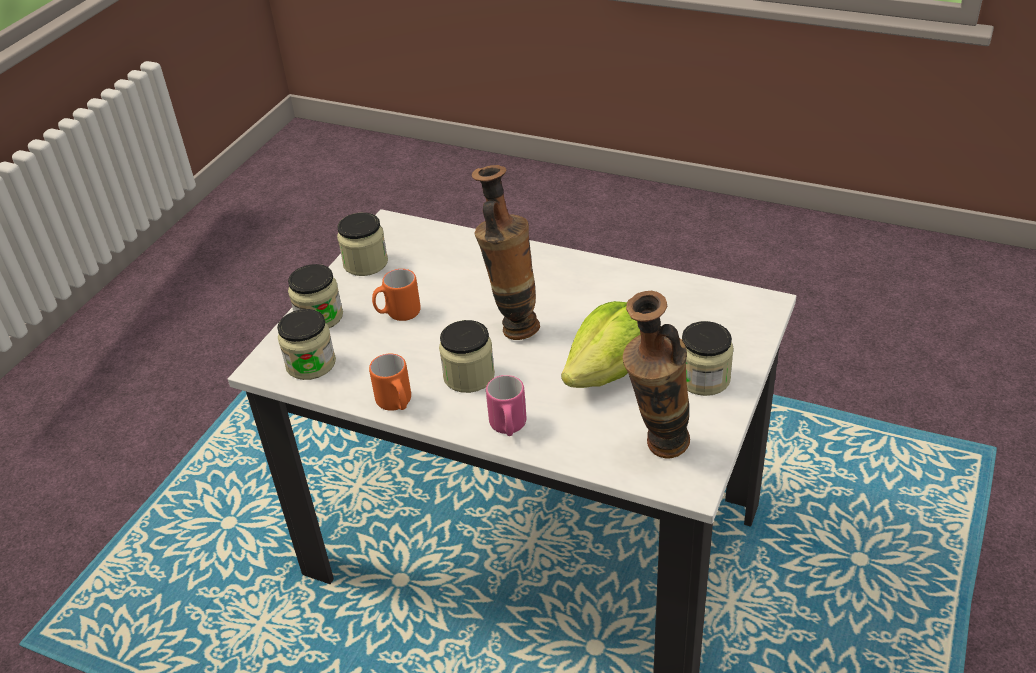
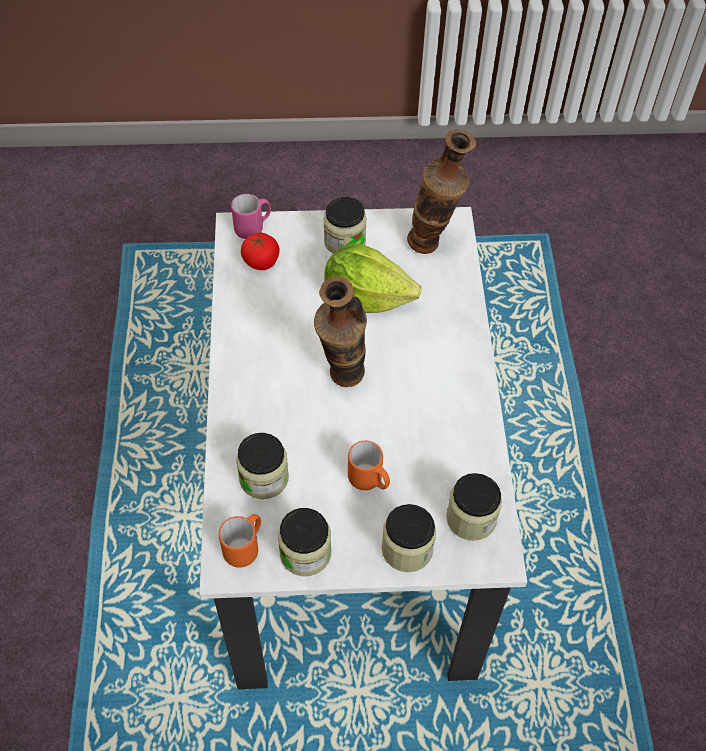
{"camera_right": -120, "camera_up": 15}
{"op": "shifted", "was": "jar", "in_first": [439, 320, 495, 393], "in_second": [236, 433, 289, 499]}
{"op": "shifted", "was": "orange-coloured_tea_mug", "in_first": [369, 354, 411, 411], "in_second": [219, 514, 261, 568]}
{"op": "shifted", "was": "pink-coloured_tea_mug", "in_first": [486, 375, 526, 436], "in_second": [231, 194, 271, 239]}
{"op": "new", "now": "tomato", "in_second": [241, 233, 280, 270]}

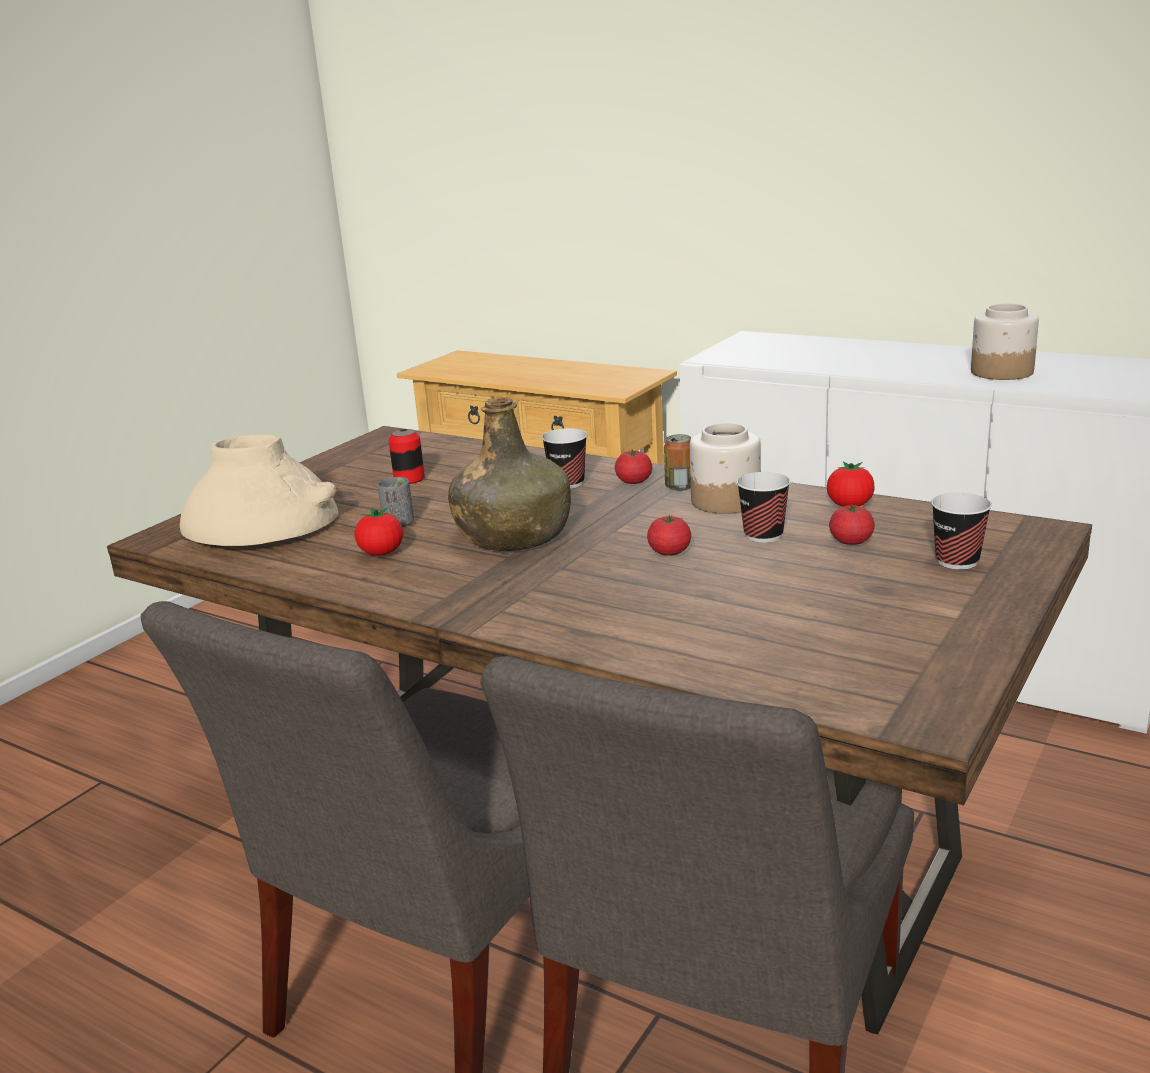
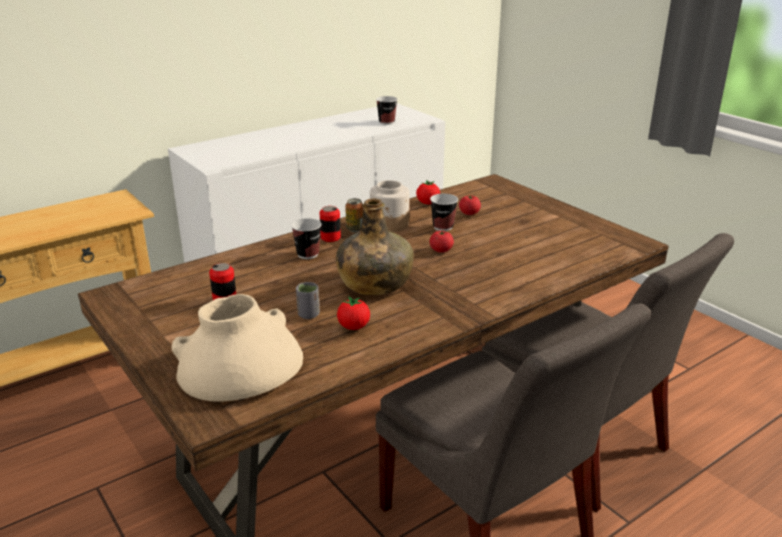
{"camera_right": -70, "camera_up": 5}
{"op": "gone", "was": "jar", "in_first": [971, 304, 1039, 380]}
{"op": "swapped", "was": "tomato", "now": "can", "in_first": [615, 450, 652, 484], "in_second": [319, 206, 341, 242]}
{"op": "shifted", "was": "small_cup", "in_first": [931, 493, 992, 570], "in_second": [376, 96, 398, 125]}

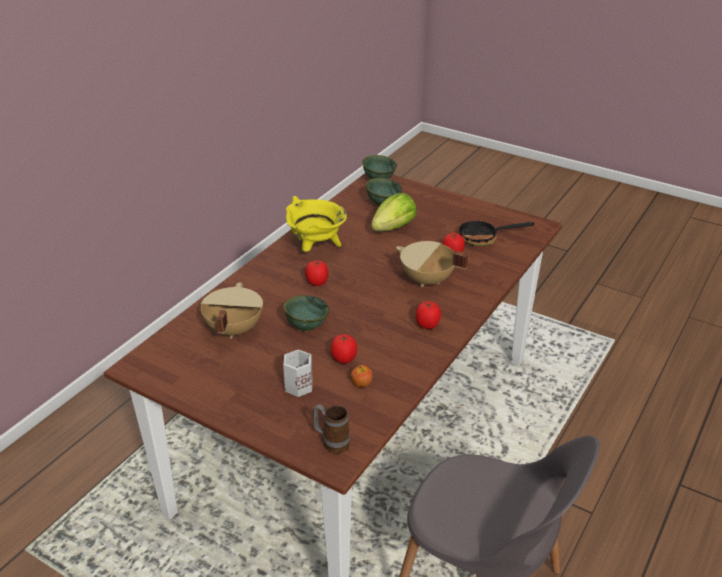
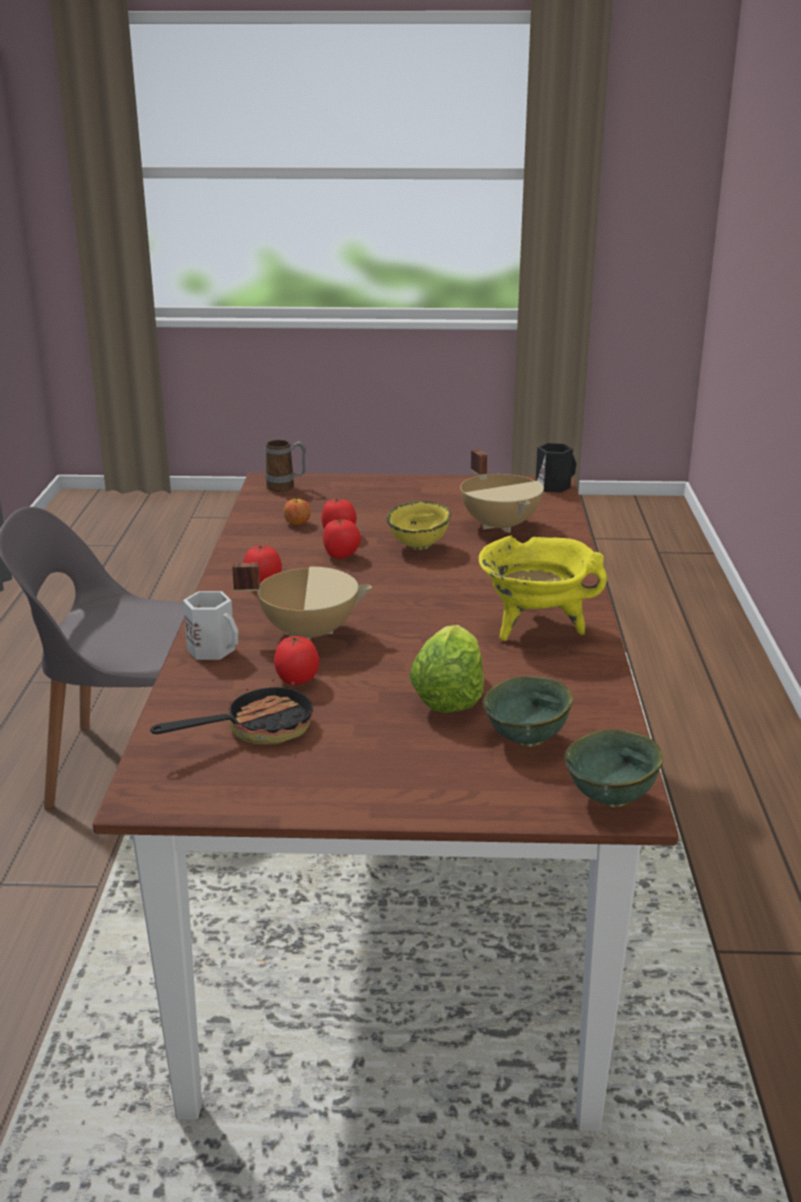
{"camera_right": 150, "camera_up": -10}
{"op": "shifted", "was": "tomato", "in_first": [305, 260, 329, 286], "in_second": [323, 519, 361, 559]}
{"op": "repainted", "was": "green-coloured_serving_bowl", "now": "yellowish_serving_bowl", "in_first": [283, 295, 330, 332], "in_second": [386, 501, 451, 550]}
{"op": "shifted", "was": "white-coloured_tea_mug", "in_first": [283, 349, 313, 397], "in_second": [183, 591, 238, 660]}
{"op": "new", "now": "black_tea_mug", "in_second": [536, 443, 577, 493]}

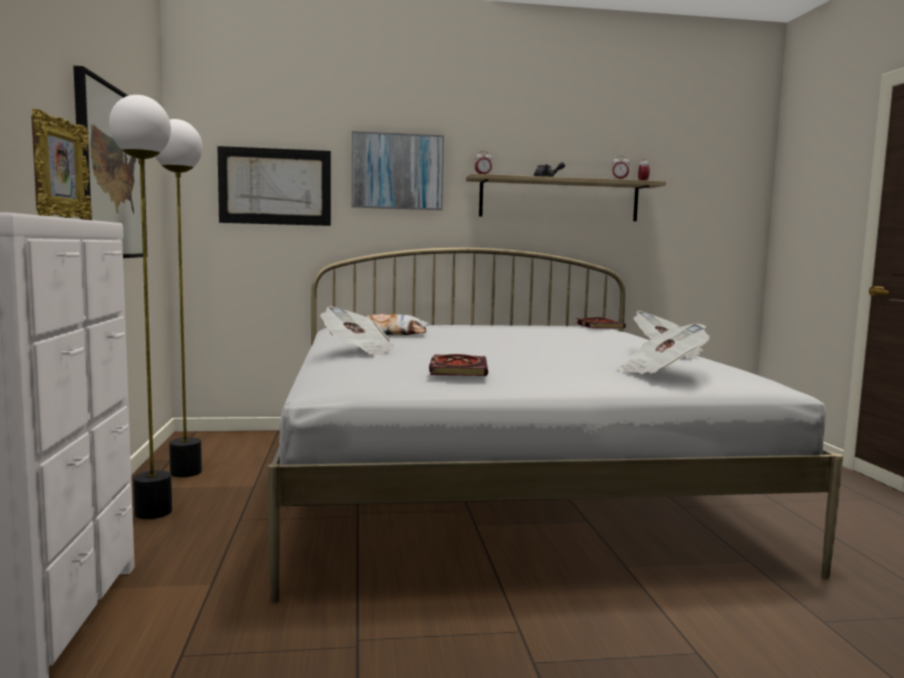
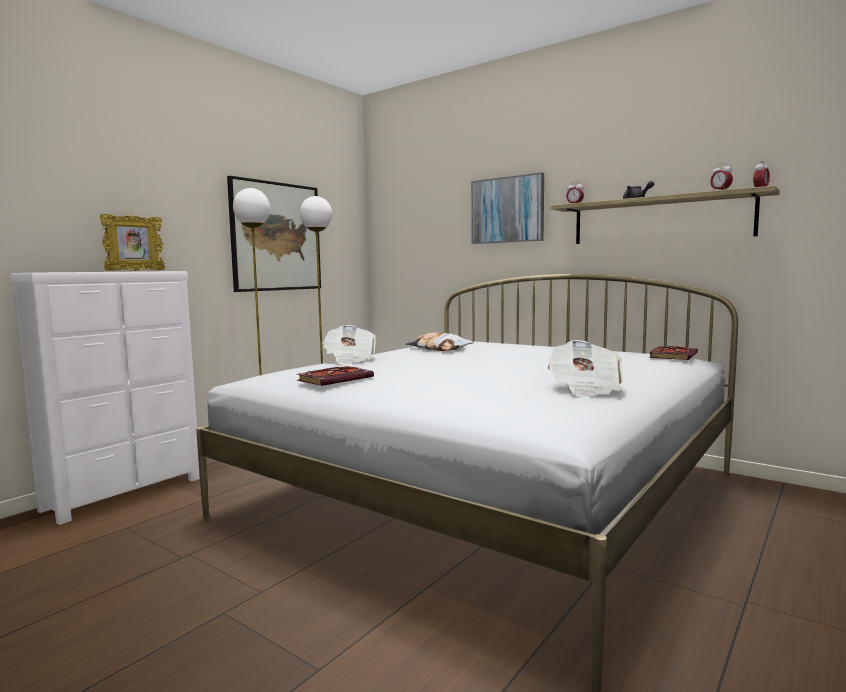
{"camera_right": 45, "camera_up": 0}
{"op": "gone", "was": "wall_picture", "in_first": [217, 146, 331, 226]}
{"op": "gone", "was": "printed_paper", "in_first": [617, 324, 710, 373]}

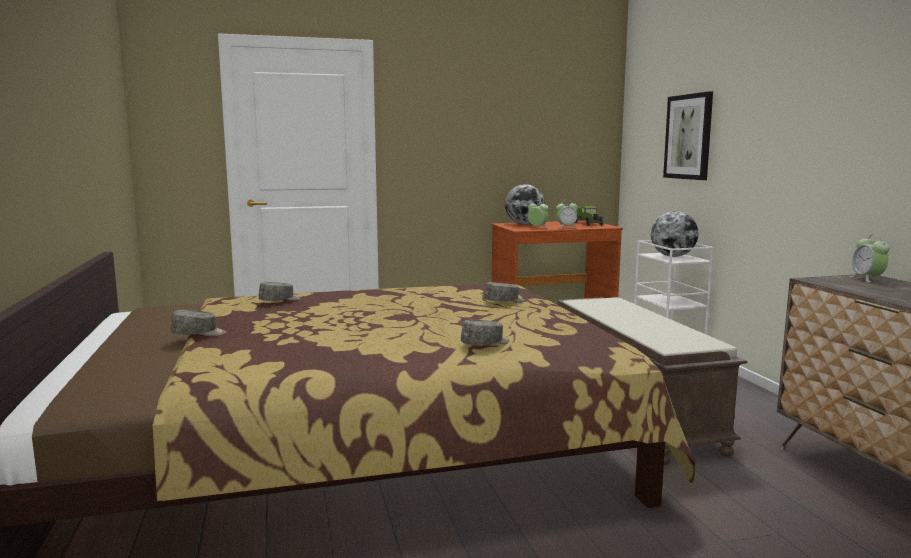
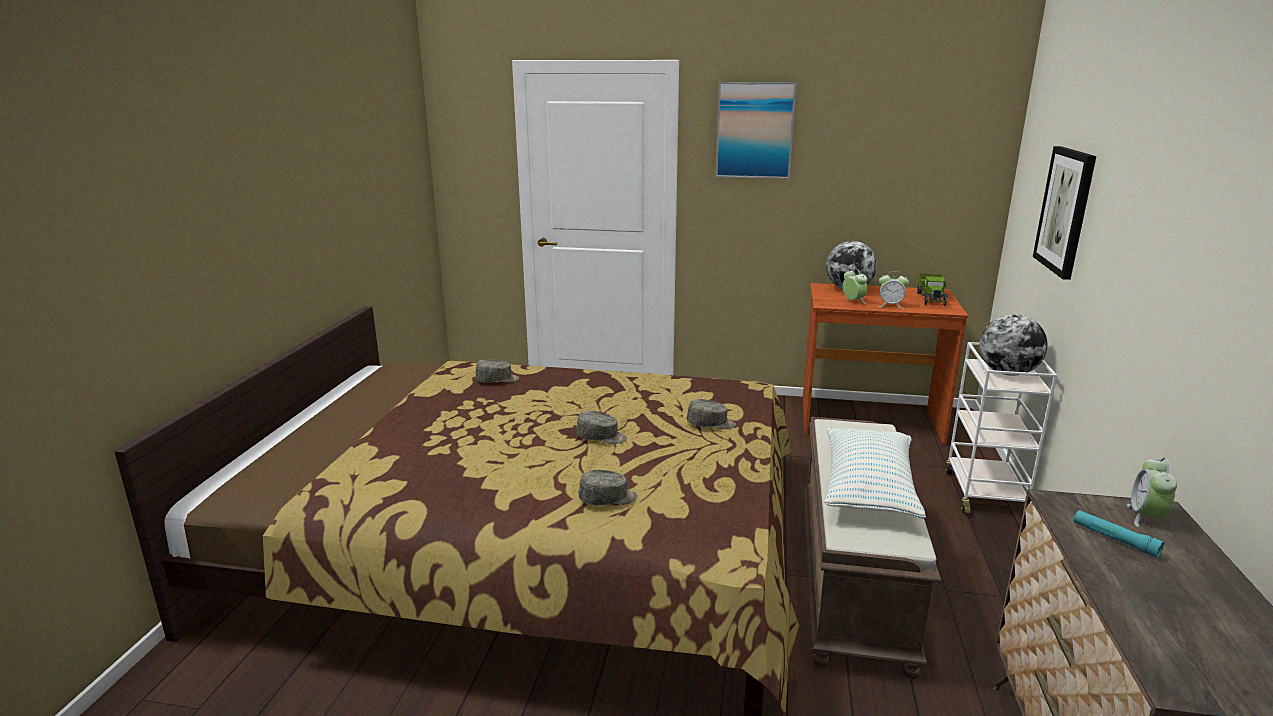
{"camera_right": 25, "camera_up": 10}
{"op": "shifted", "was": "greyish_peaked_cap", "in_first": [171, 310, 227, 336], "in_second": [576, 411, 627, 444]}
{"op": "new", "now": "wall_picture", "in_second": [715, 82, 797, 179]}
{"op": "new", "now": "pillow", "in_second": [824, 427, 926, 519]}
{"op": "new", "now": "blue-green_hand_torch", "in_second": [1074, 510, 1164, 558]}

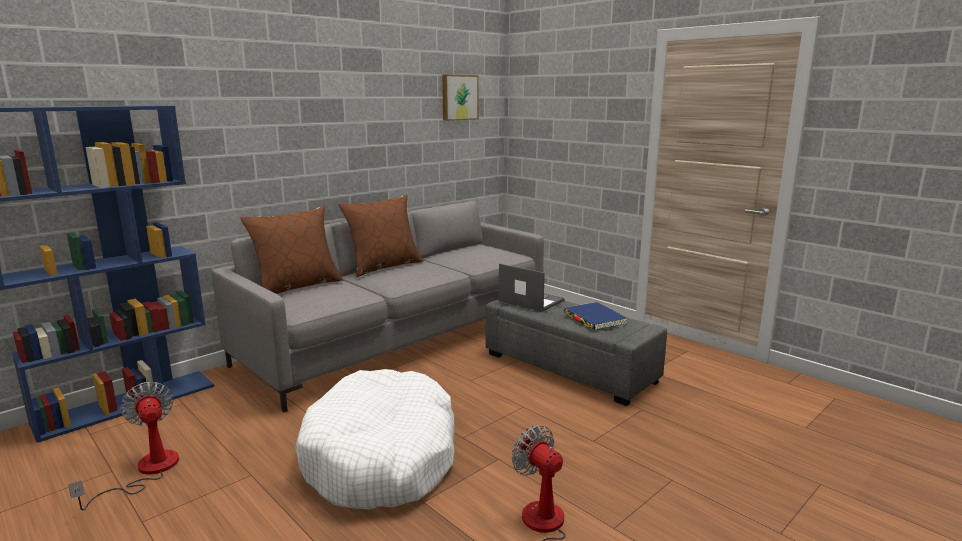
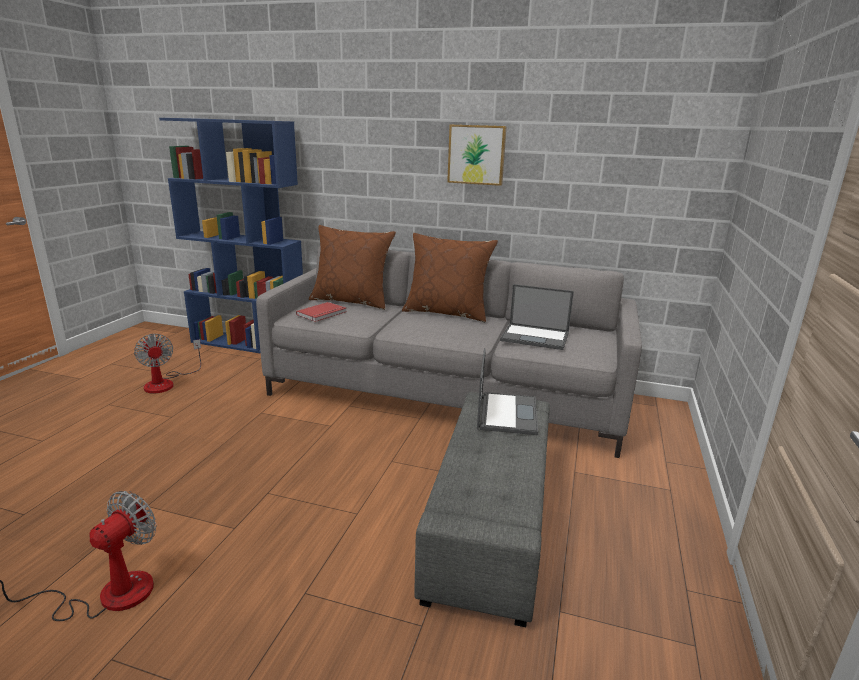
{"camera_right": 60, "camera_up": 5}
{"op": "shifted", "was": "wall_picture", "in_first": [442, 74, 479, 121], "in_second": [447, 125, 507, 186]}
{"op": "gone", "was": "blue_book", "in_first": [564, 302, 628, 330]}
{"op": "gone", "was": "white-coloured_dog_cushion", "in_first": [295, 369, 454, 509]}
{"op": "rotated", "was": "cooling_fan", "in_first": [68, 382, 179, 511], "in_second": [134, 334, 201, 394], "clockwise": 120}
{"op": "new", "now": "portable_computer", "in_second": [500, 284, 574, 350]}
{"op": "new", "now": "red-coloured_book", "in_second": [296, 302, 347, 322]}

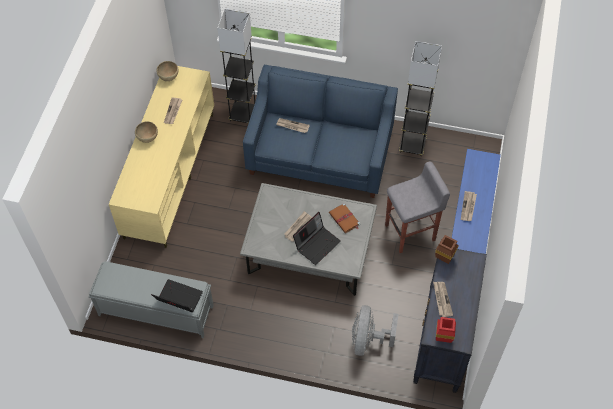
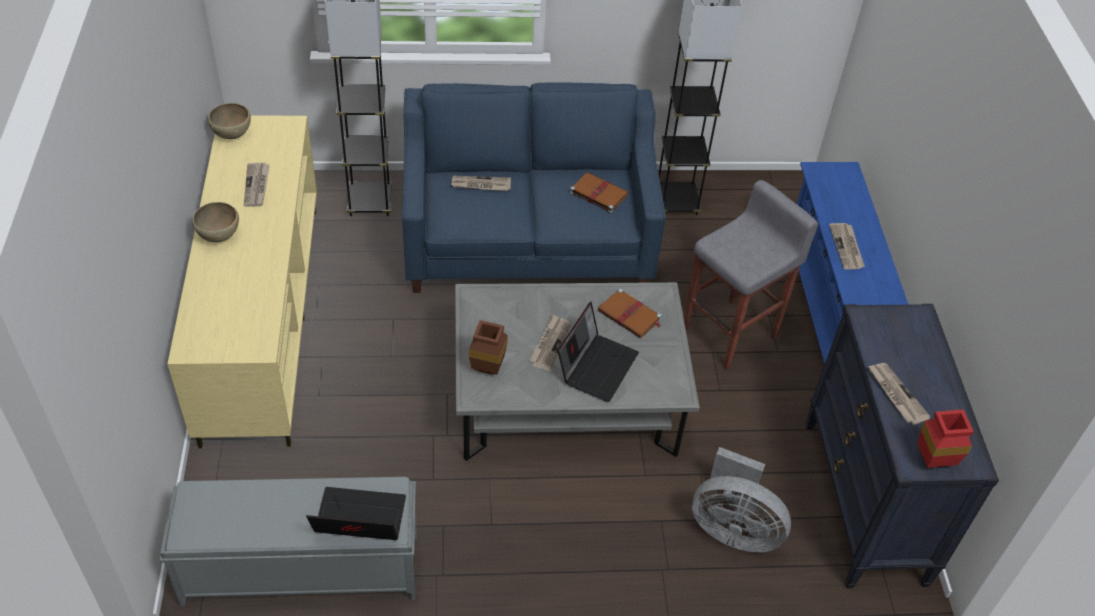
{"camera_right": -20, "camera_up": -10}
{"op": "shifted", "was": "brown_vase", "in_first": [435, 235, 459, 264], "in_second": [469, 320, 508, 375]}
{"op": "rotated", "was": "greyish_cooling_fan", "in_first": [352, 305, 398, 356], "in_second": [692, 447, 791, 552], "clockwise": -60}
{"op": "new", "now": "brown_book", "in_second": [570, 172, 629, 213]}

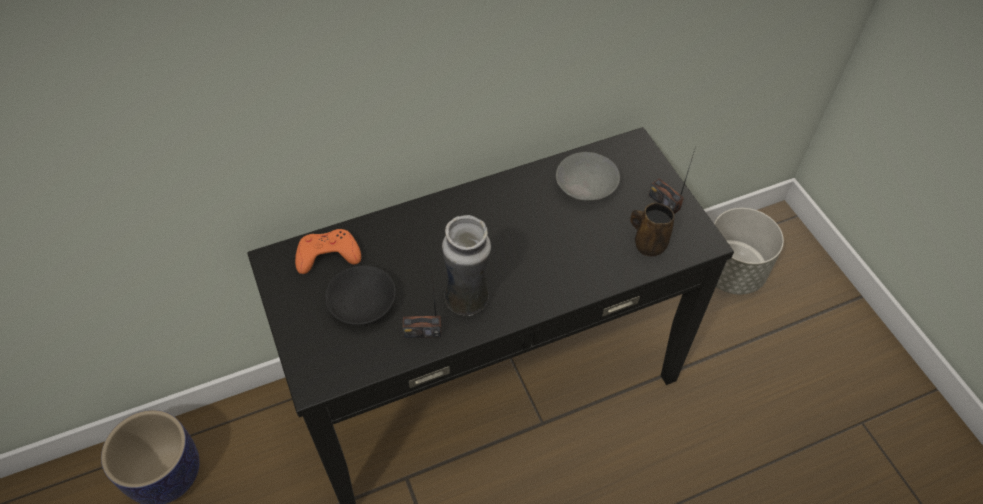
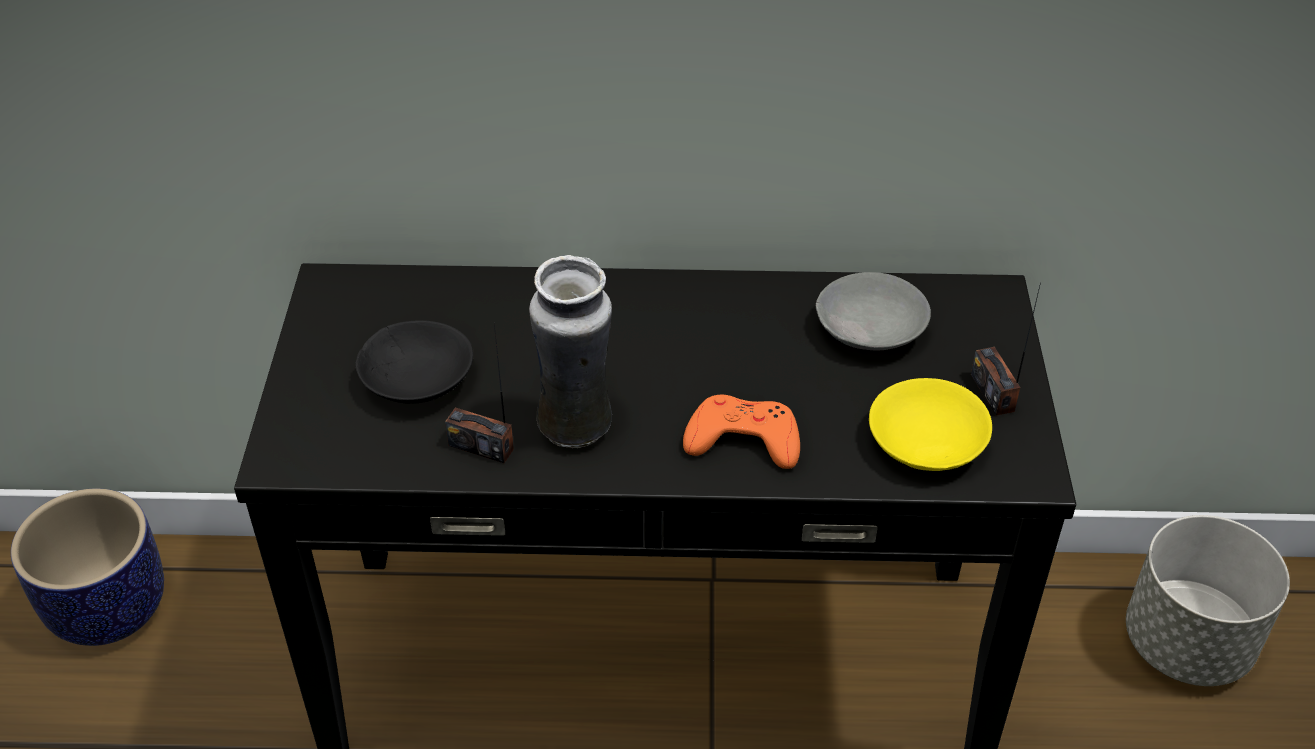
{"camera_right": 25, "camera_up": -10}
{"op": "swapped", "was": "brown_tea_mug", "now": "yellowish_serving_bowl", "in_first": [630, 202, 675, 257], "in_second": [869, 378, 992, 471]}
{"op": "shifted", "was": "orange-coloured_joypad", "in_first": [295, 229, 361, 274], "in_second": [683, 395, 800, 469]}

